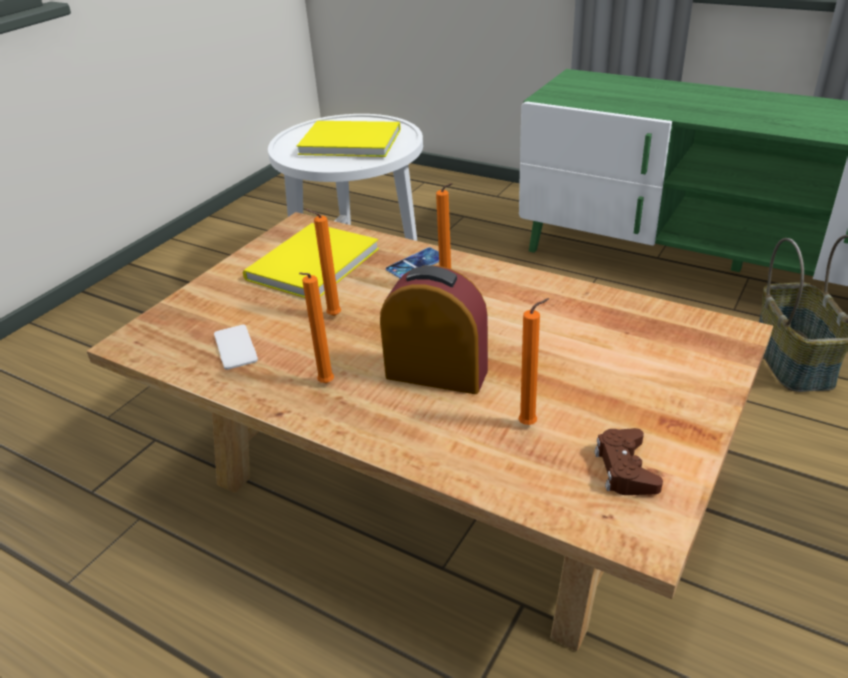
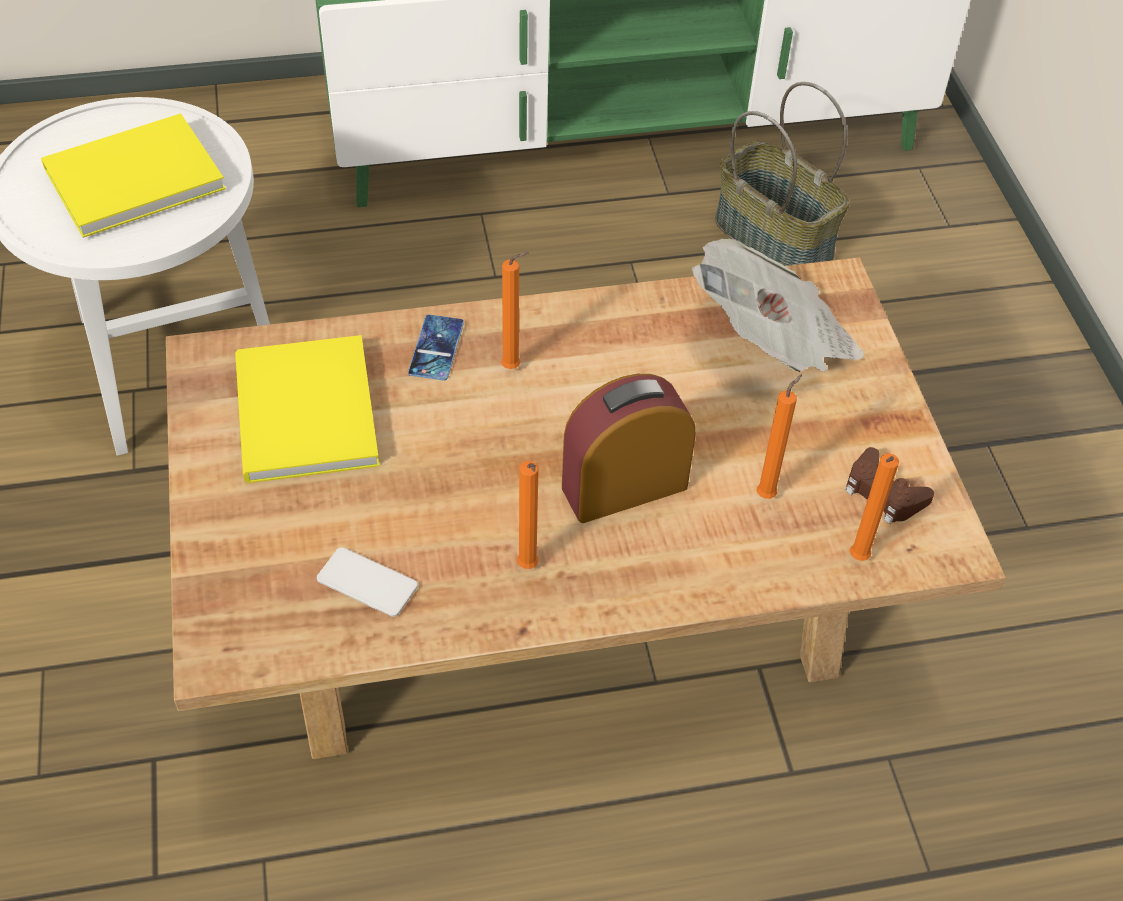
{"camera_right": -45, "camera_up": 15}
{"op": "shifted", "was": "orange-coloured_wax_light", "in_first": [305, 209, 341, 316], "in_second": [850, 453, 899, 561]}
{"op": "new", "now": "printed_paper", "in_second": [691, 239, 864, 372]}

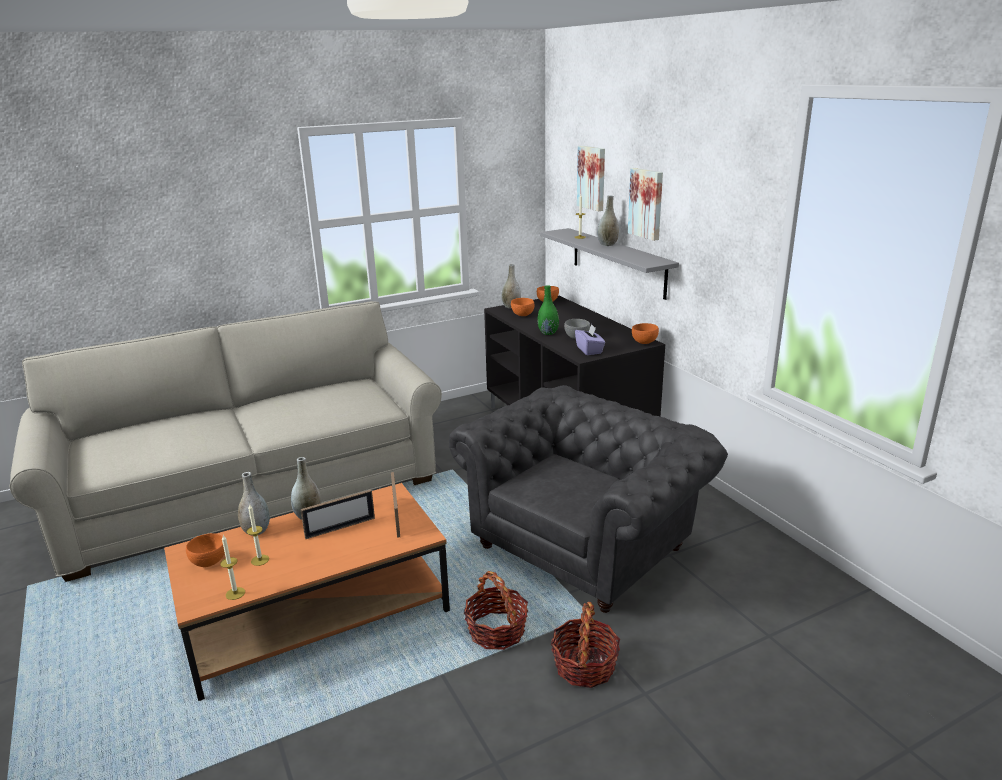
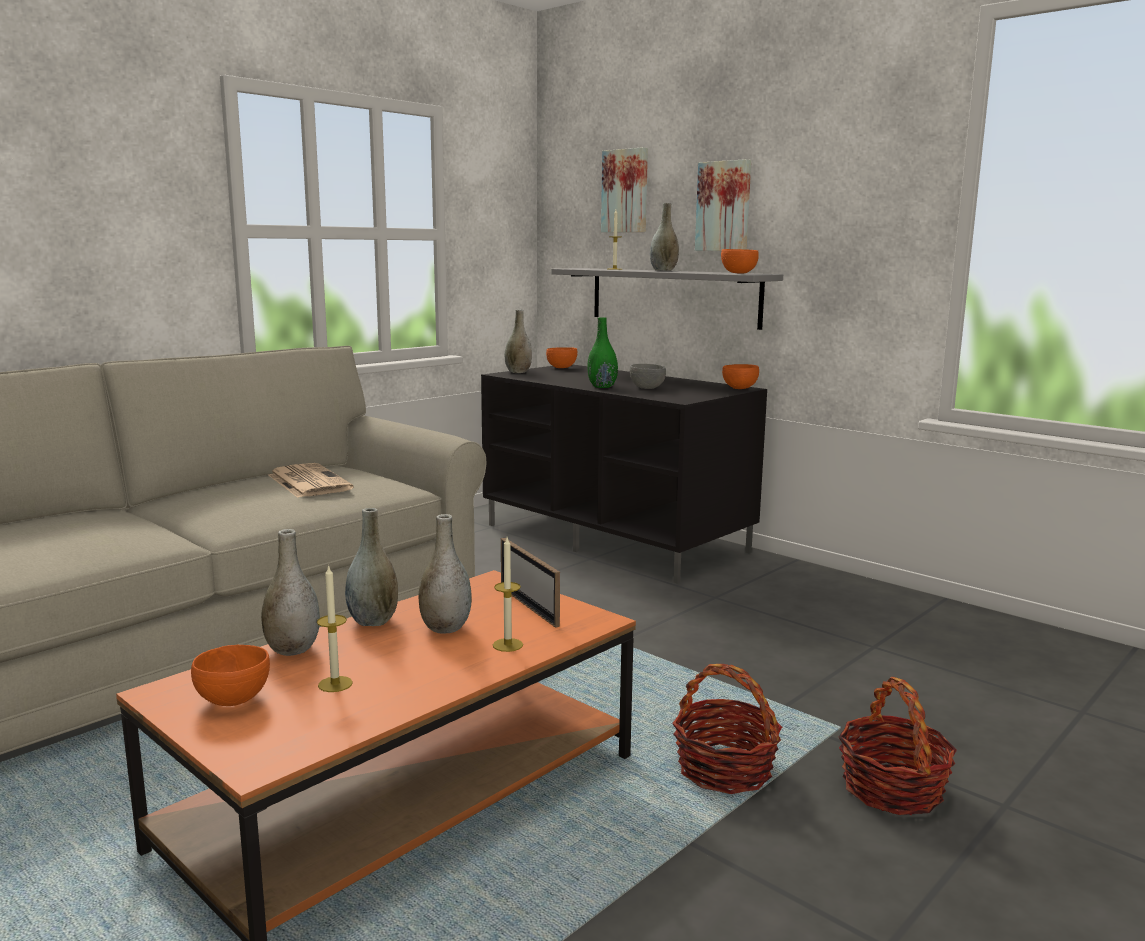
{"camera_right": -20, "camera_up": -10}
{"op": "shifted", "was": "orange-coloured_serving_bowl", "in_first": [511, 298, 534, 316], "in_second": [721, 249, 759, 274]}
{"op": "gone", "was": "purple-coloured_tissue_box", "in_first": [575, 324, 605, 355]}
{"op": "gone", "was": "greyish_armchair", "in_first": [449, 385, 728, 613]}
{"op": "swapped", "was": "standing_frame", "now": "greyish_vase", "in_first": [300, 489, 375, 539], "in_second": [418, 514, 472, 634]}
{"op": "shifted", "was": "wax_light", "in_first": [220, 535, 245, 600], "in_second": [493, 537, 523, 652]}
{"op": "new", "now": "printed_paper", "in_second": [268, 463, 353, 498]}

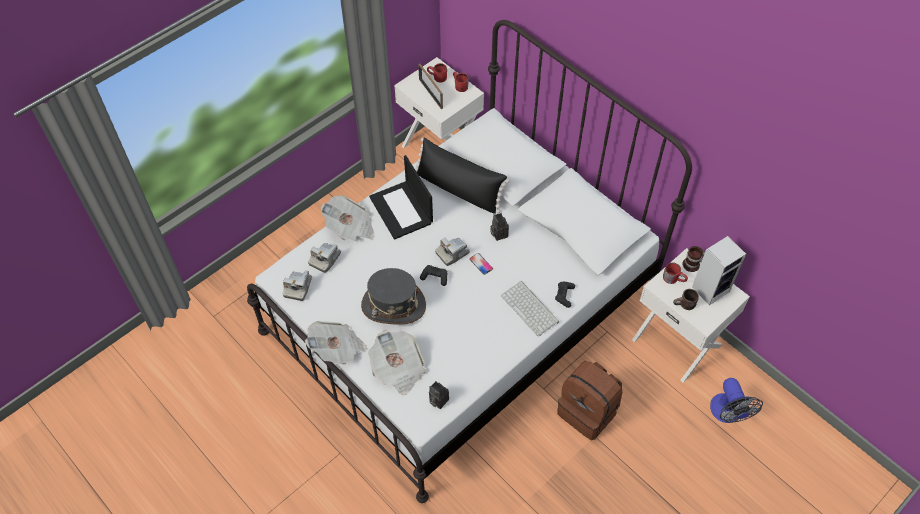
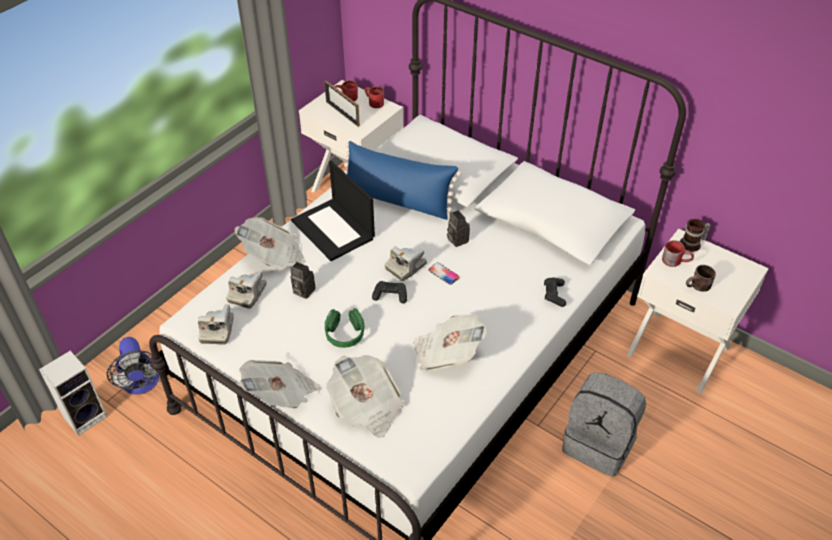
{"camera_right": -10, "camera_up": -10}
{"op": "repainted", "was": "black_pillow", "now": "blue_pillow", "in_first": [414, 137, 510, 214], "in_second": [344, 141, 462, 220]}
{"op": "shifted", "was": "speaker", "in_first": [692, 236, 746, 305], "in_second": [39, 351, 107, 436]}
{"op": "swapped", "was": "greyish_clothing_hat", "now": "green-coloured_headphones", "in_first": [361, 268, 426, 325], "in_second": [325, 308, 365, 348]}
{"op": "gone", "was": "computer_keyboard", "in_first": [501, 281, 559, 337]}
{"op": "repainted", "was": "brown_backpack", "now": "greyish_backpack", "in_first": [557, 361, 622, 440], "in_second": [562, 373, 646, 477]}
{"op": "shifted", "was": "cooling_fan", "in_first": [710, 378, 763, 423], "in_second": [107, 337, 159, 395]}
{"op": "shifted", "was": "still_camera", "in_first": [429, 381, 449, 409], "in_second": [290, 262, 315, 299]}
{"op": "new", "now": "printed_paper", "in_second": [413, 314, 487, 370]}

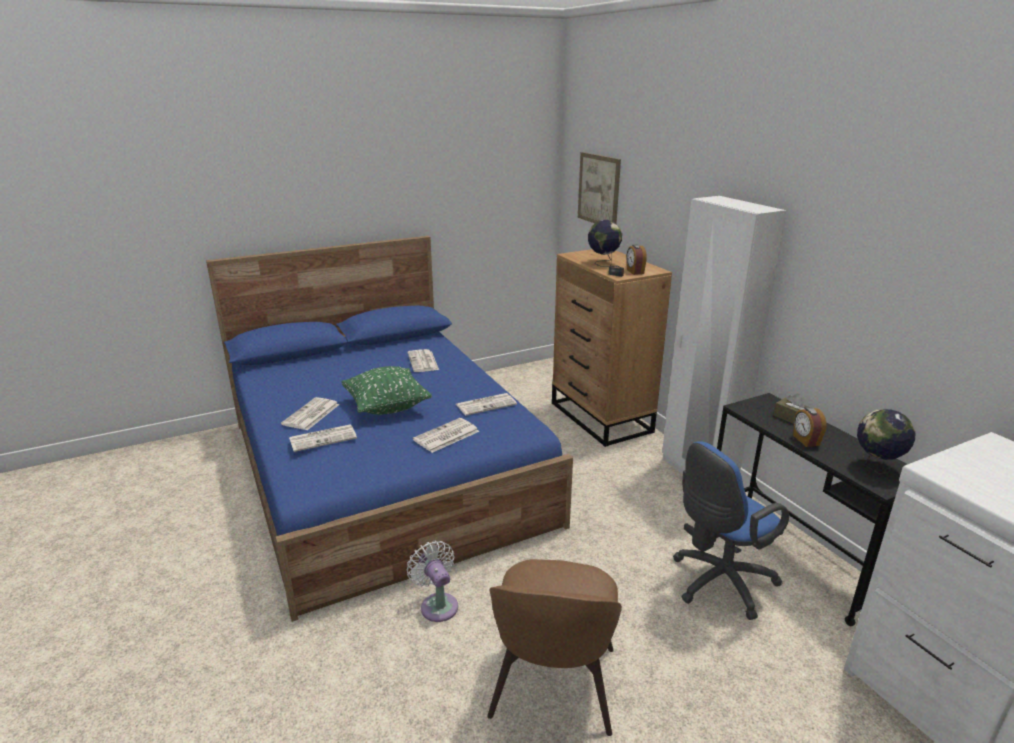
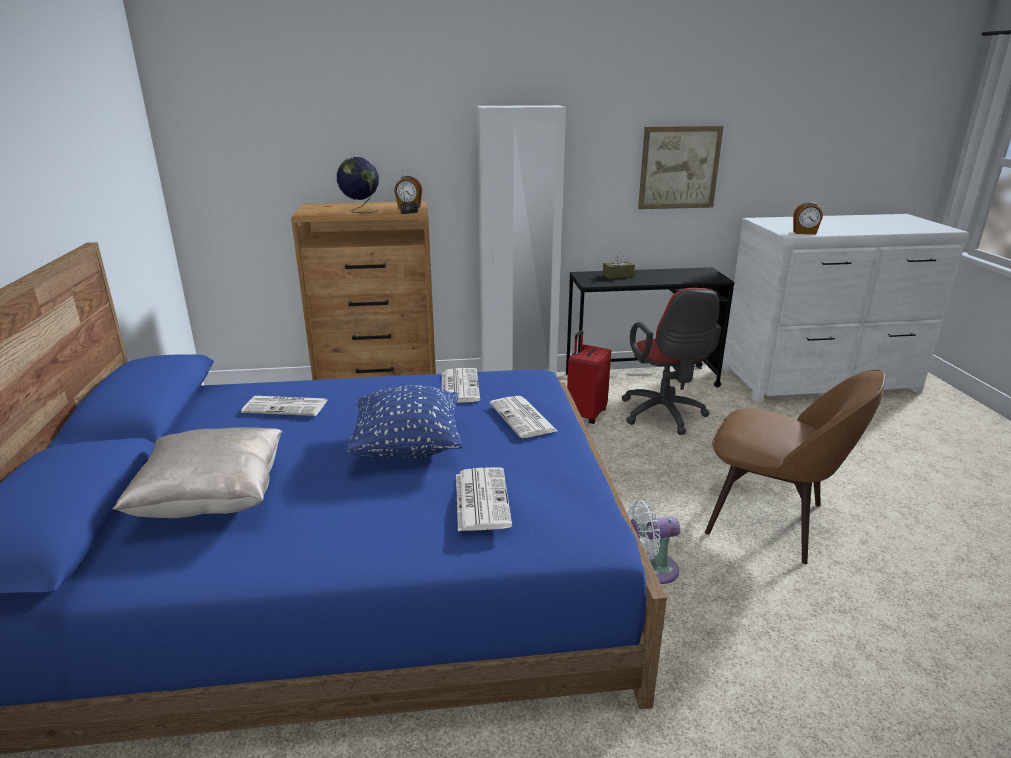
{"camera_right": -70, "camera_up": 0}
{"op": "shifted", "was": "wall_picture", "in_first": [578, 152, 621, 224], "in_second": [638, 126, 724, 209]}
{"op": "repainted", "was": "green-coloured_pillow", "now": "blue_pillow", "in_first": [341, 366, 432, 415], "in_second": [346, 385, 462, 459]}
{"op": "gone", "was": "printed_paper", "in_first": [281, 397, 339, 430]}
{"op": "shifted", "was": "table_clock", "in_first": [793, 407, 827, 447], "in_second": [793, 202, 823, 234]}
{"op": "gone", "was": "desk_globe", "in_first": [857, 409, 916, 474]}
{"op": "repainted", "was": "blue_office_chair", "now": "red-coloured_office_chair", "in_first": [673, 441, 789, 620], "in_second": [621, 288, 721, 435]}
{"op": "new", "now": "red-coloured_piece_of_luggage", "in_second": [567, 330, 611, 424]}
{"op": "new", "now": "beige_pillow", "in_second": [113, 427, 282, 518]}

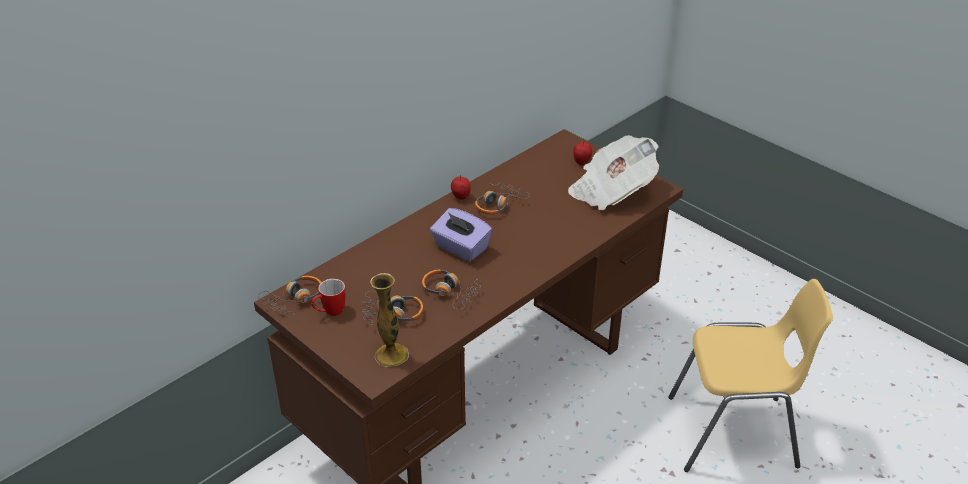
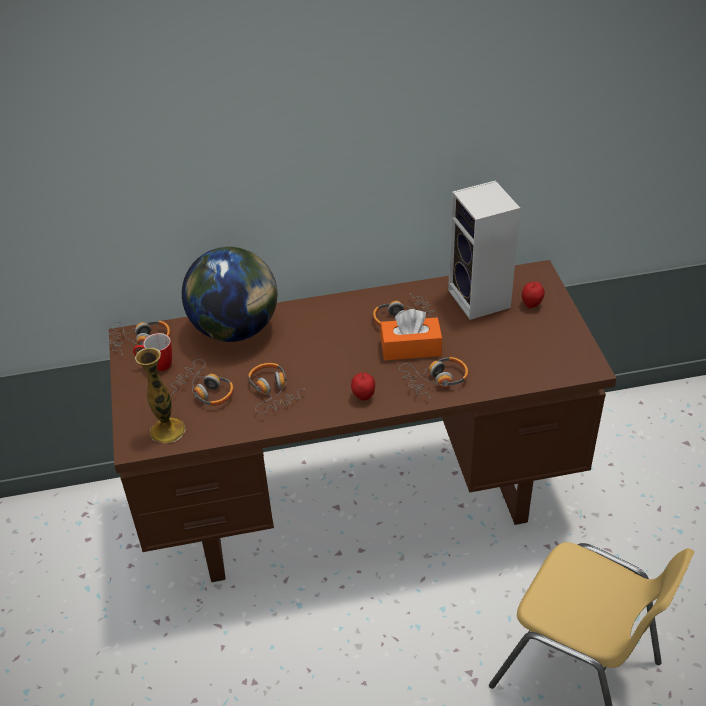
{"camera_right": 35, "camera_up": 5}
{"op": "gone", "was": "printed_paper", "in_first": [568, 135, 659, 210]}
{"op": "shifted", "was": "apple", "in_first": [451, 175, 471, 200], "in_second": [351, 372, 375, 401]}
{"op": "gone", "was": "purple-coloured_tissue_box", "in_first": [430, 208, 492, 262]}
{"op": "new", "now": "speaker", "in_second": [448, 180, 520, 320]}
{"op": "new", "now": "desk_globe", "in_second": [182, 247, 277, 342]}
{"op": "new", "now": "orange-coloured_tissue_box", "in_second": [380, 309, 442, 360]}
{"op": "new", "now": "headphones", "in_second": [399, 357, 468, 399]}

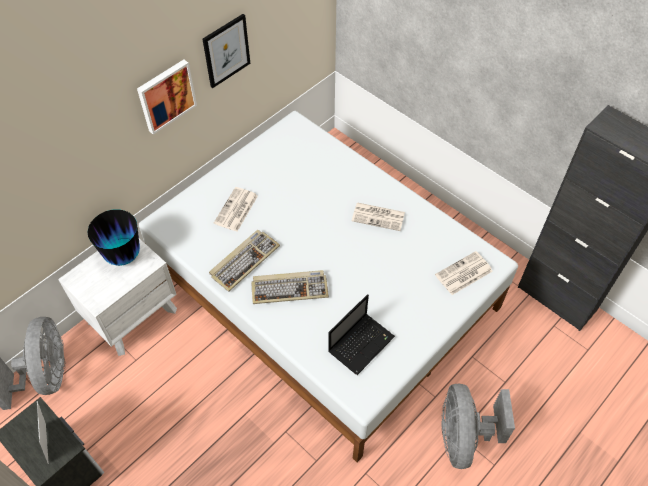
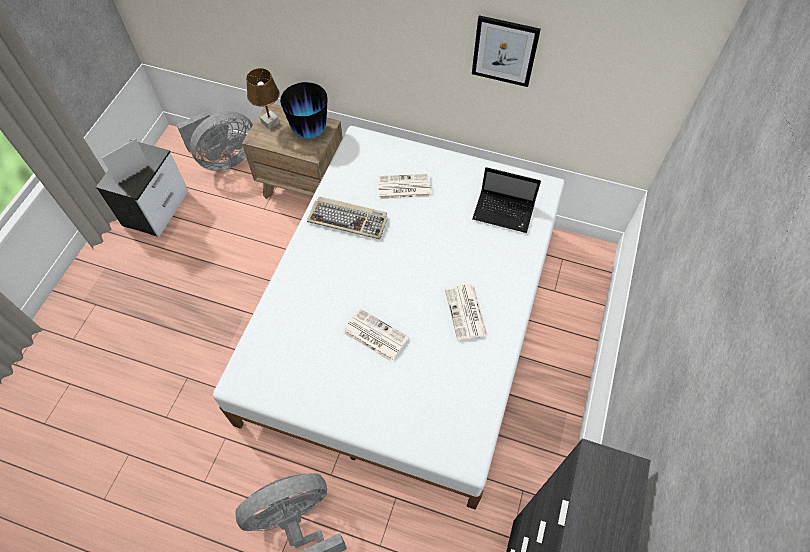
{"camera_right": 65, "camera_up": 5}
{"op": "gone", "was": "wall_picture", "in_first": [137, 60, 197, 135]}
{"op": "repainted", "was": "white-coloured_nightstand", "now": "brown_nightstand", "in_first": [58, 239, 177, 356], "in_second": [242, 104, 343, 199]}
{"op": "shifted", "was": "printed_paper", "in_first": [435, 251, 493, 295], "in_second": [343, 309, 409, 362]}
{"op": "gone", "was": "computer_keyboard", "in_first": [251, 270, 329, 304]}
{"op": "shifted", "was": "portable_computer", "in_first": [328, 294, 395, 375], "in_second": [472, 167, 541, 233]}
{"op": "new", "now": "brown_lamp_for_a_table", "in_second": [246, 68, 280, 129]}

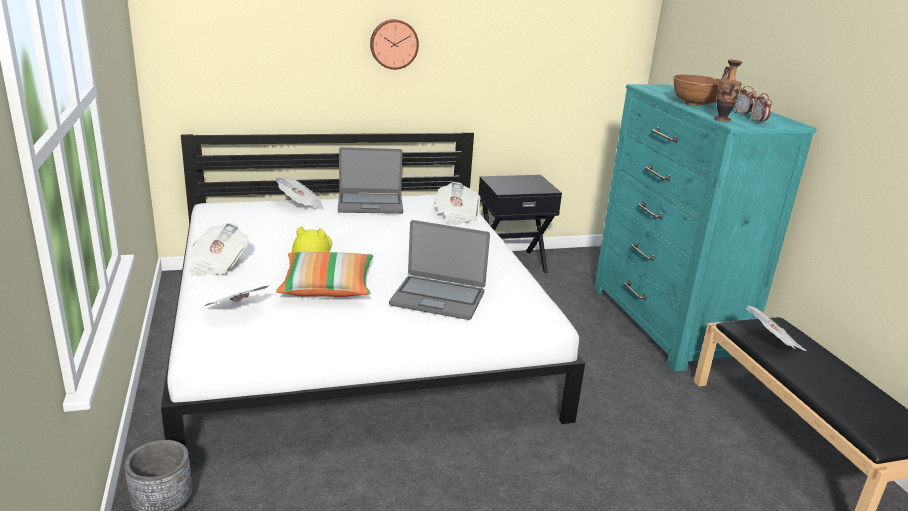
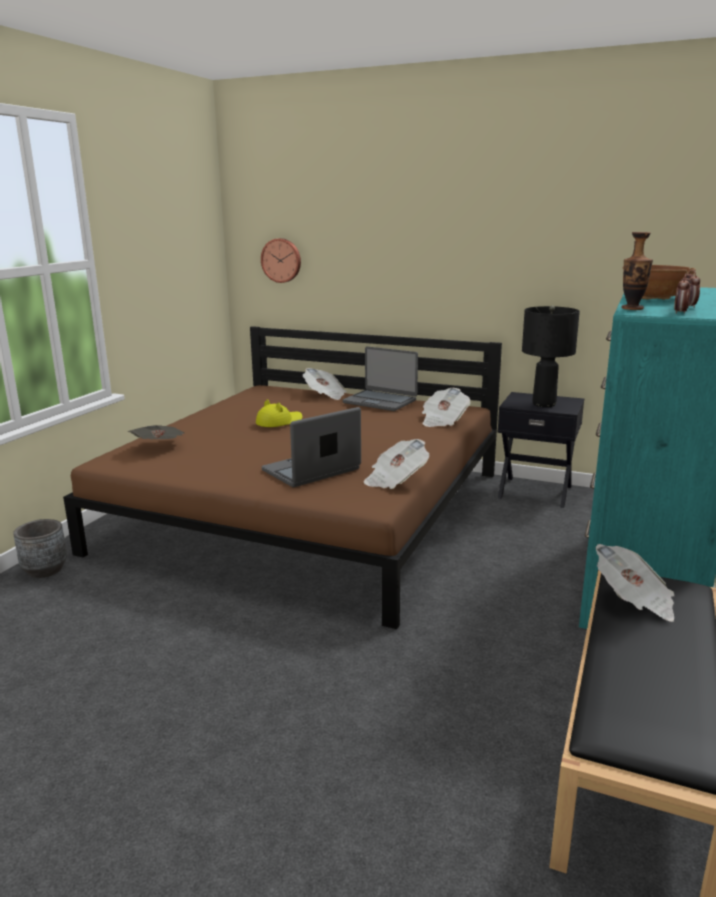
{"camera_right": 40, "camera_up": -5}
{"op": "shifted", "was": "wall_clock", "in_first": [370, 19, 419, 70], "in_second": [261, 238, 301, 283]}
{"op": "repainted", "was": "white-coloured_sleeping_bed", "now": "brown_sleeping_bed", "in_first": [161, 132, 585, 448], "in_second": [63, 326, 502, 629]}
{"op": "rotated", "was": "portable_computer", "in_first": [389, 220, 490, 320], "in_second": [262, 407, 361, 487], "clockwise": 90}
{"op": "shifted", "was": "printed_paper", "in_first": [189, 223, 249, 276], "in_second": [364, 439, 429, 489]}
{"op": "gone", "was": "pillow", "in_first": [276, 252, 374, 297]}
{"op": "new", "now": "black_lamp_for_a_table", "in_second": [522, 306, 580, 407]}

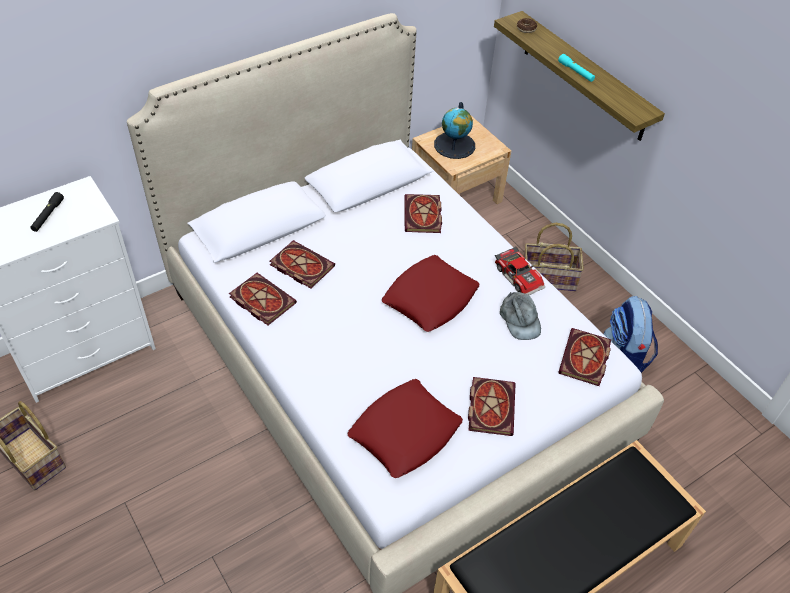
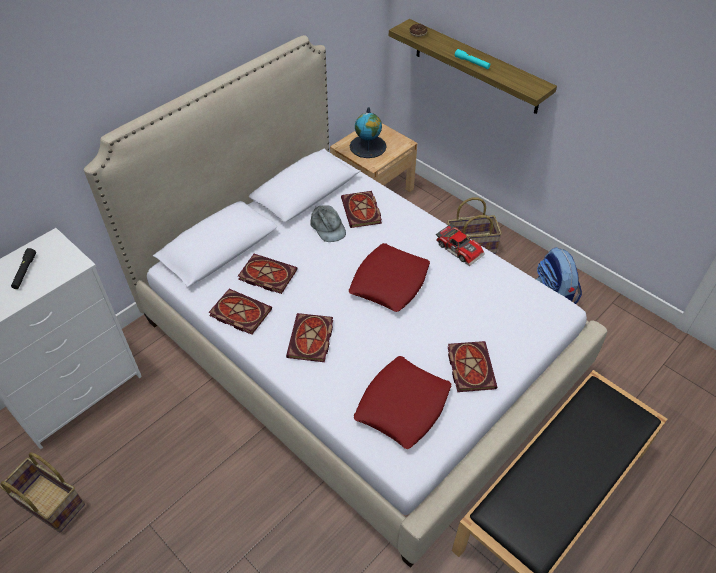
{"camera_right": -10, "camera_up": 0}
{"op": "shifted", "was": "greyish_peaked_cap", "in_first": [500, 292, 541, 340], "in_second": [310, 205, 346, 242]}
{"op": "shifted", "was": "book", "in_first": [558, 328, 611, 386], "in_second": [286, 313, 333, 362]}

